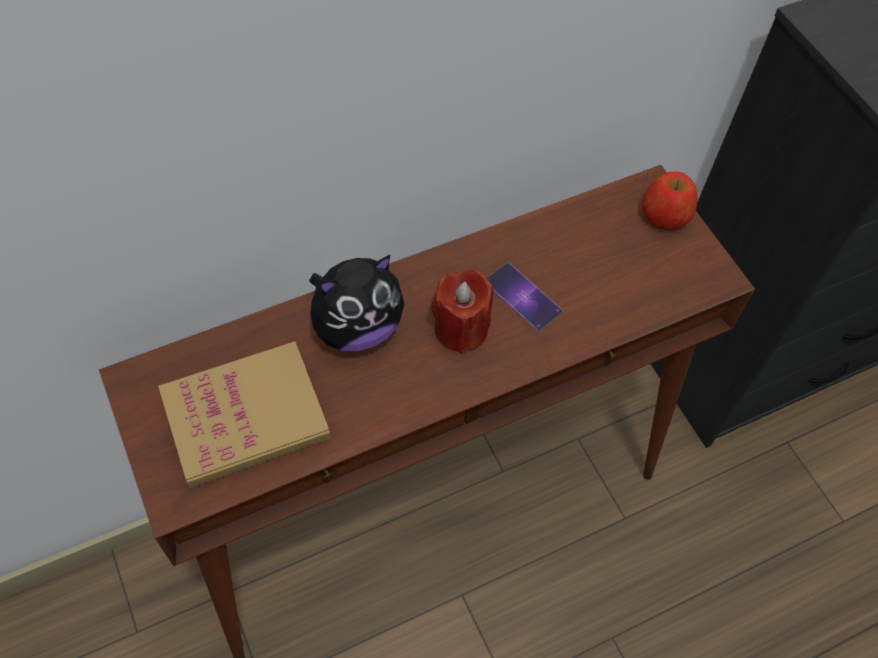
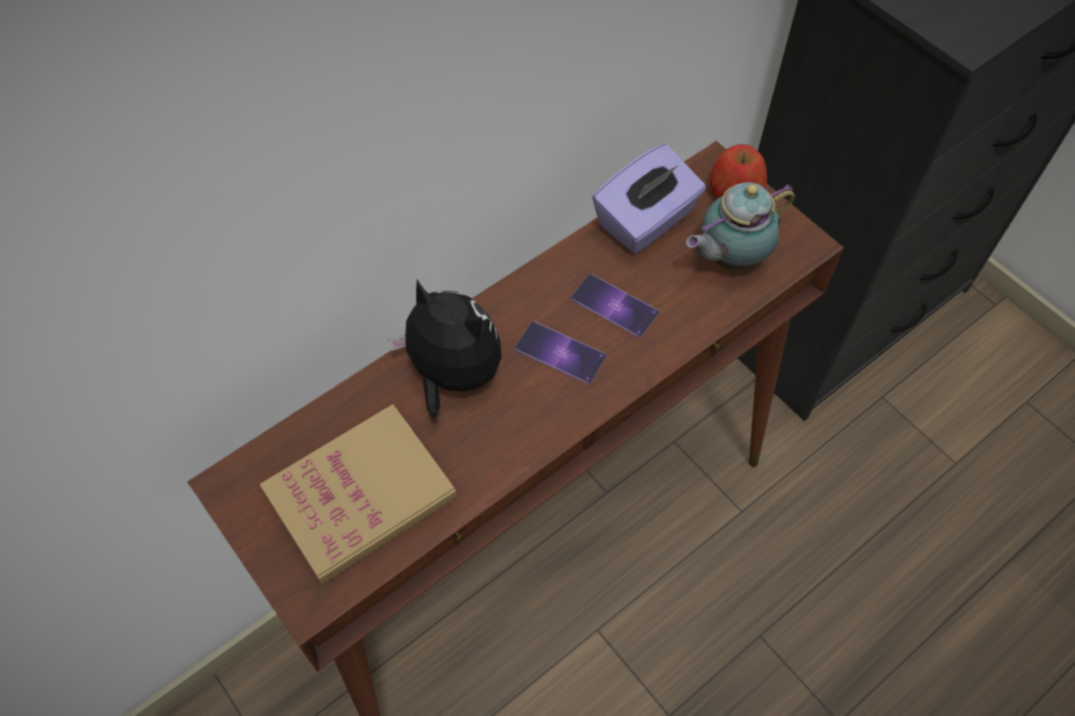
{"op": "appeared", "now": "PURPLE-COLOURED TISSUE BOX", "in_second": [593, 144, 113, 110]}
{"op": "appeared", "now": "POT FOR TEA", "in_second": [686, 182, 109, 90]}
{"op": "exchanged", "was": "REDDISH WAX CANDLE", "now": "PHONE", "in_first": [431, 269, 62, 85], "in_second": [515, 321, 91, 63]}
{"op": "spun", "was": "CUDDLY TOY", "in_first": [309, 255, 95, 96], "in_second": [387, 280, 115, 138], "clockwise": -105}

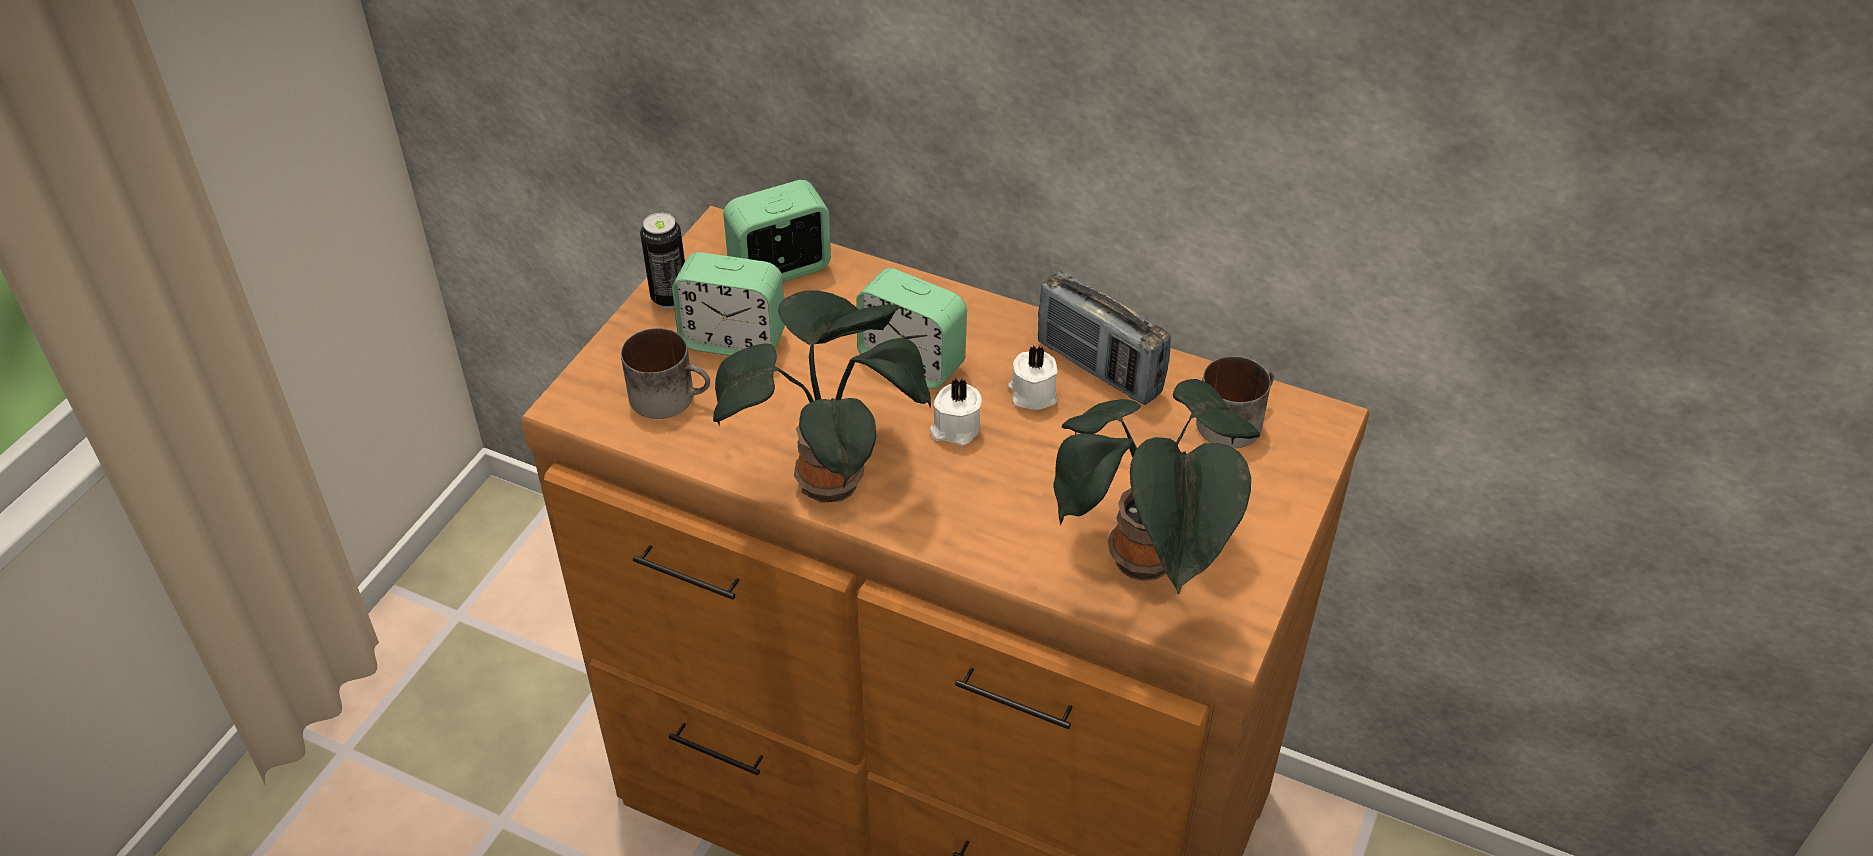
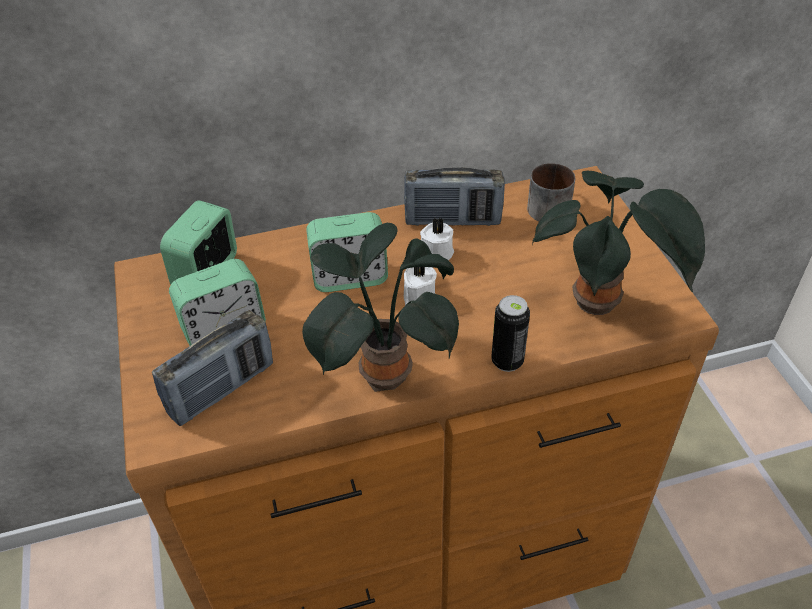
{"op": "relocated", "was": "METAL CAN", "in_first": [640, 212, 45, 96], "in_second": [491, 295, 39, 77]}
{"op": "exchanged", "was": "MUG", "now": "RADIO", "in_first": [621, 328, 89, 91], "in_second": [152, 310, 121, 116]}

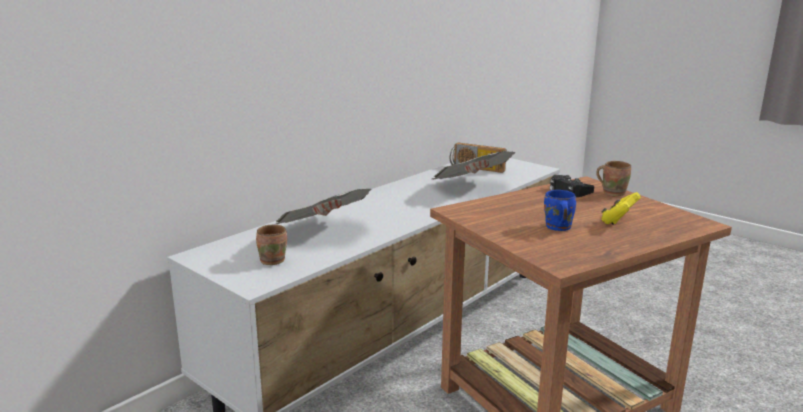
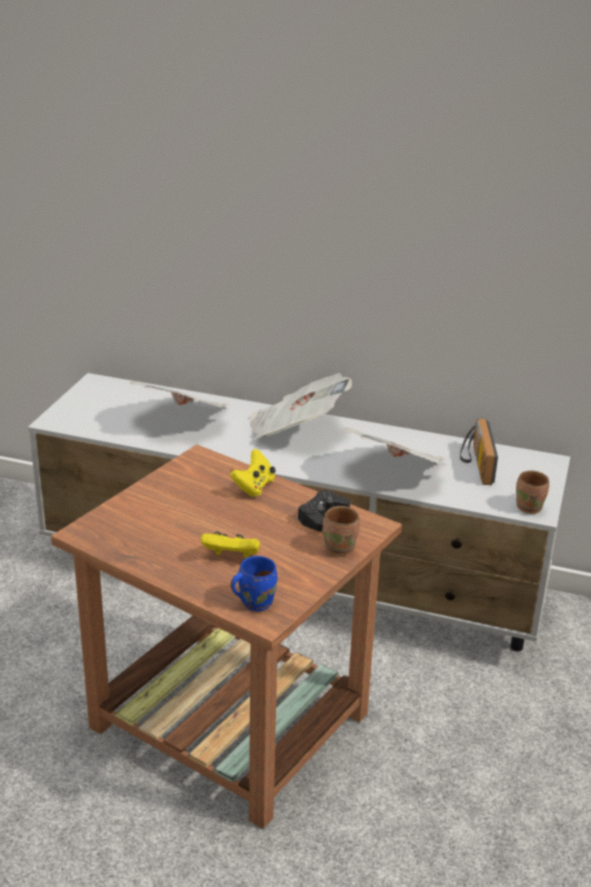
{"op": "appeared", "now": "YELLOWISH JOYPAD", "in_second": [230, 449, 46, 48]}
{"op": "appeared", "now": "PRINTED PAPER", "in_second": [249, 373, 103, 66]}
{"op": "relocated", "was": "BROWNISH MUG", "in_first": [256, 225, 31, 40], "in_second": [516, 471, 33, 43]}
{"op": "relocated", "was": "BLUE-COLOURED MUG", "in_first": [544, 190, 32, 41], "in_second": [231, 556, 47, 55]}

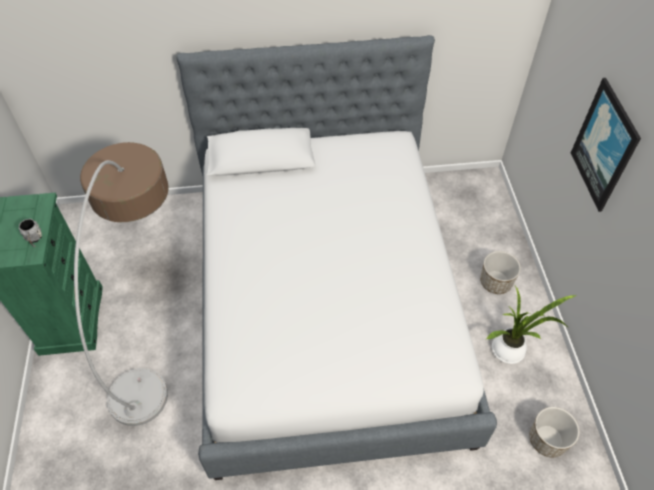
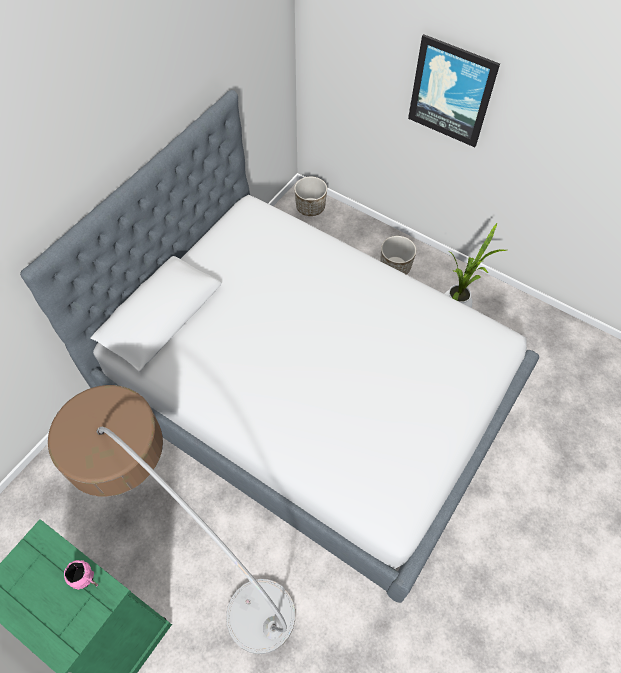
{"op": "relocated", "was": "PLANT POT", "in_first": [529, 407, 51, 50], "in_second": [294, 177, 33, 39]}
{"op": "colour", "was": "GREYISH MUG", "now": "PINKISH MUG", "in_first": [19, 219, 23, 28], "in_second": [64, 560, 34, 30]}

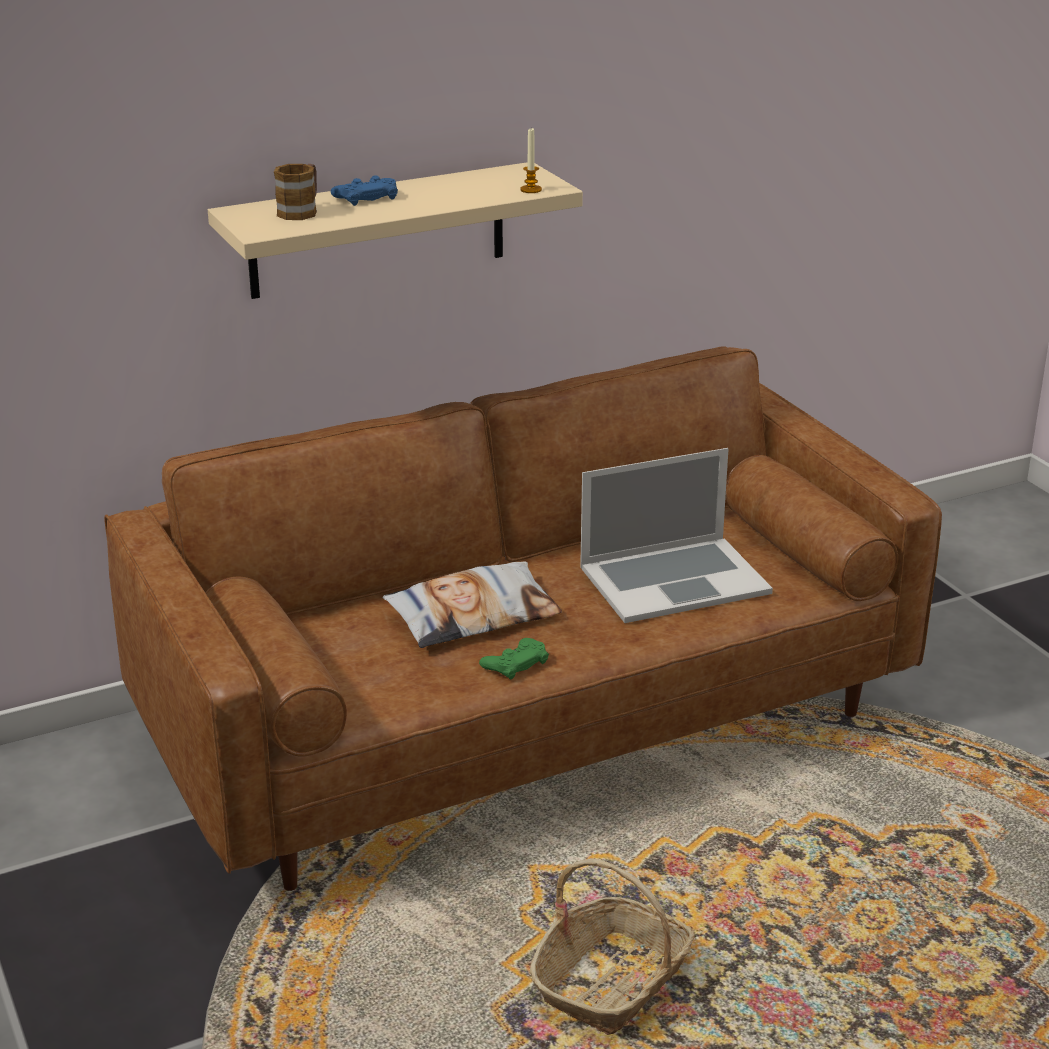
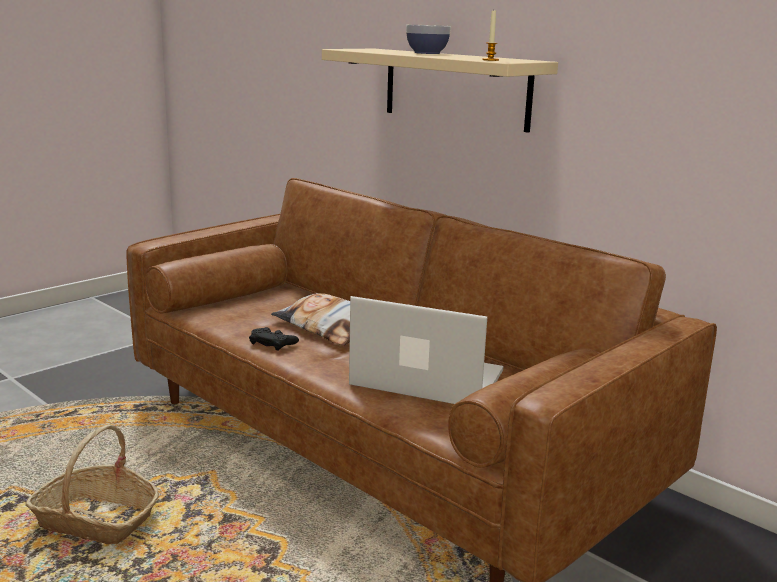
{"op": "missing", "was": "MUG", "in_first": [274, 164, 43, 56]}
{"op": "exchanged", "was": "BLUE-COLOURED JOYPAD", "now": "BOWL", "in_first": [331, 175, 67, 31], "in_second": [406, 25, 45, 29]}
{"op": "colour", "was": "GREENISH JOYPAD", "now": "BLACK JOYPAD", "in_first": [479, 638, 70, 42], "in_second": [249, 327, 50, 24]}
{"op": "spun", "was": "NOTEBOOK COMPUTER", "in_first": [580, 448, 193, 175], "in_second": [349, 296, 154, 108], "clockwise": 150}

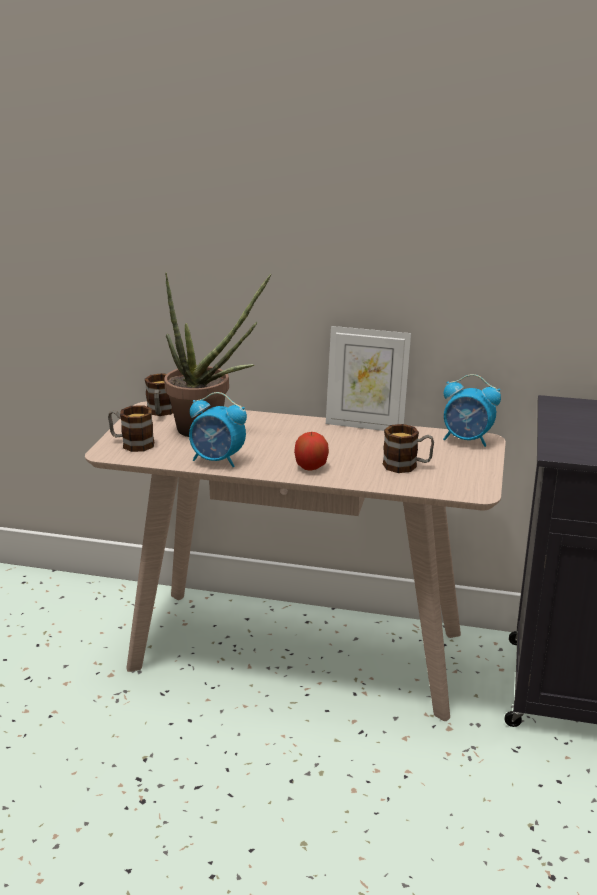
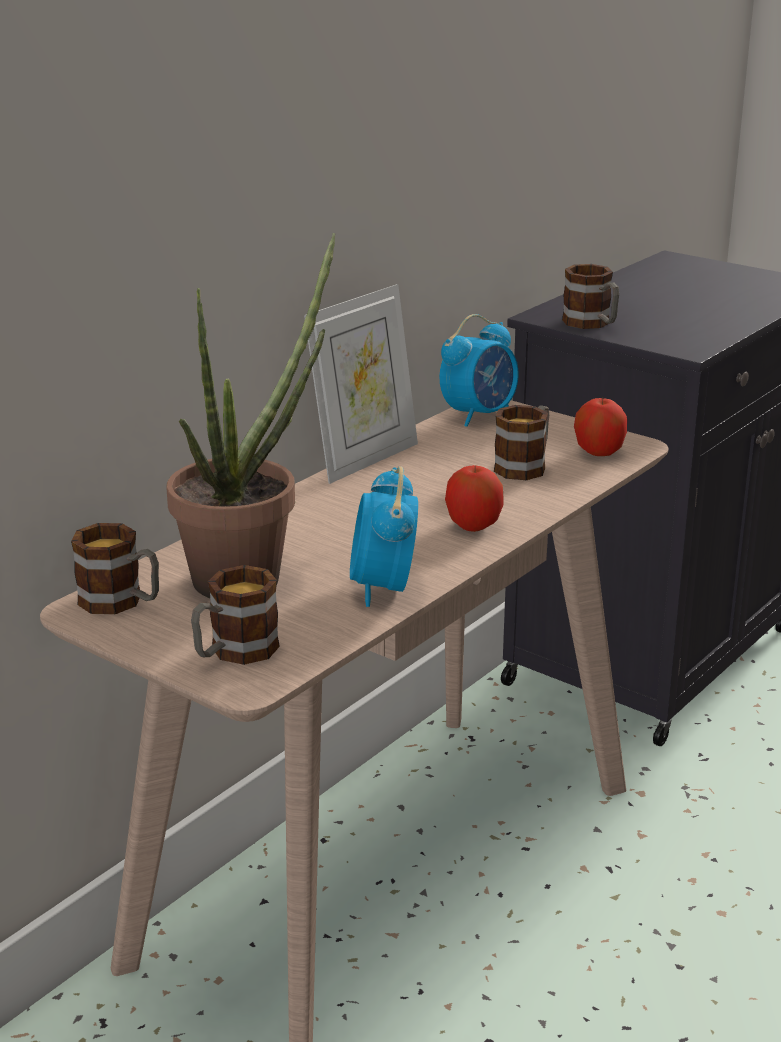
{"op": "appeared", "now": "MUG", "in_second": [562, 264, 57, 65]}
{"op": "appeared", "now": "WHOLE APPLE", "in_second": [574, 398, 53, 58]}
{"op": "spun", "was": "TABLE CLOCK", "in_first": [189, 392, 58, 75], "in_second": [350, 466, 68, 141], "clockwise": 135}

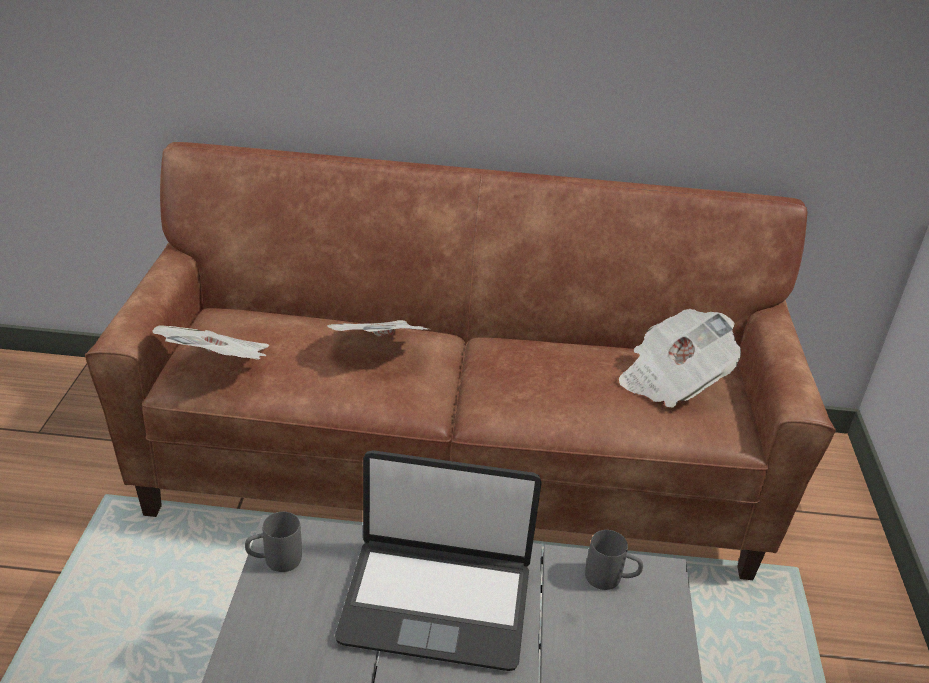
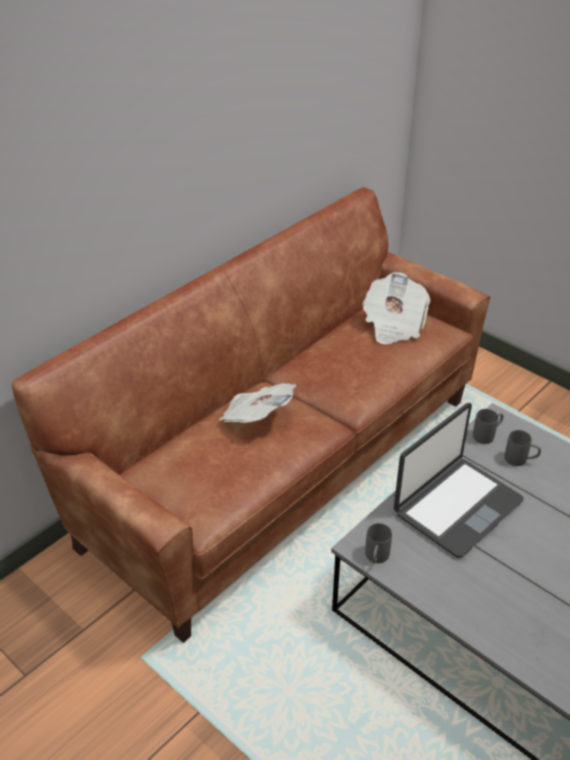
{"op": "missing", "was": "PRINTED PAPER", "in_first": [152, 326, 117, 34]}
{"op": "appeared", "now": "GREYISH MUG", "in_second": [504, 430, 37, 36]}

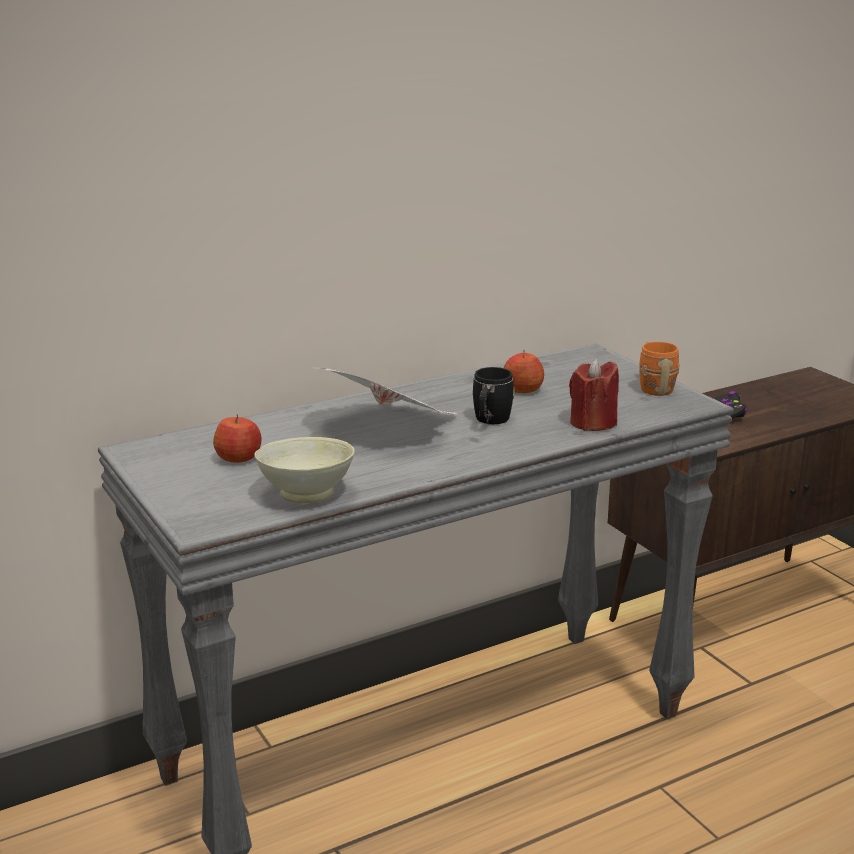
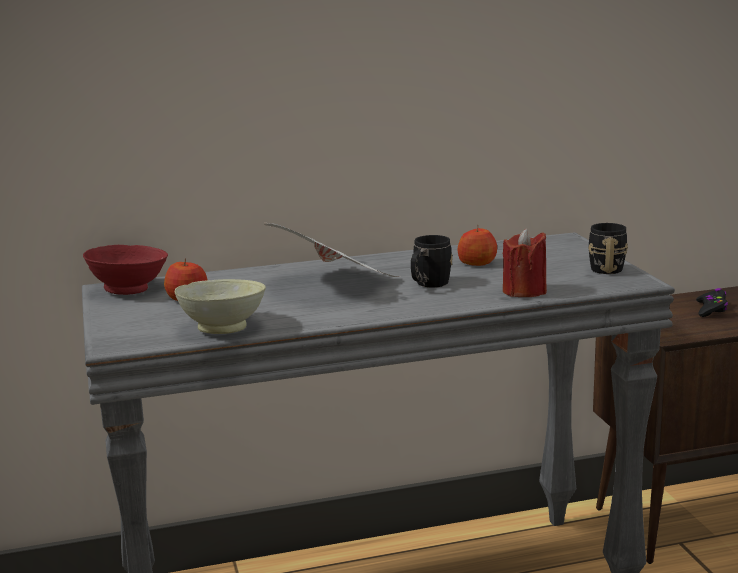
{"op": "appeared", "now": "REDDISH BOWL", "in_second": [83, 245, 85, 50]}
{"op": "colour", "was": "ORANGEY MUG", "now": "BLACK MUG", "in_first": [639, 342, 41, 54], "in_second": [588, 223, 40, 51]}

